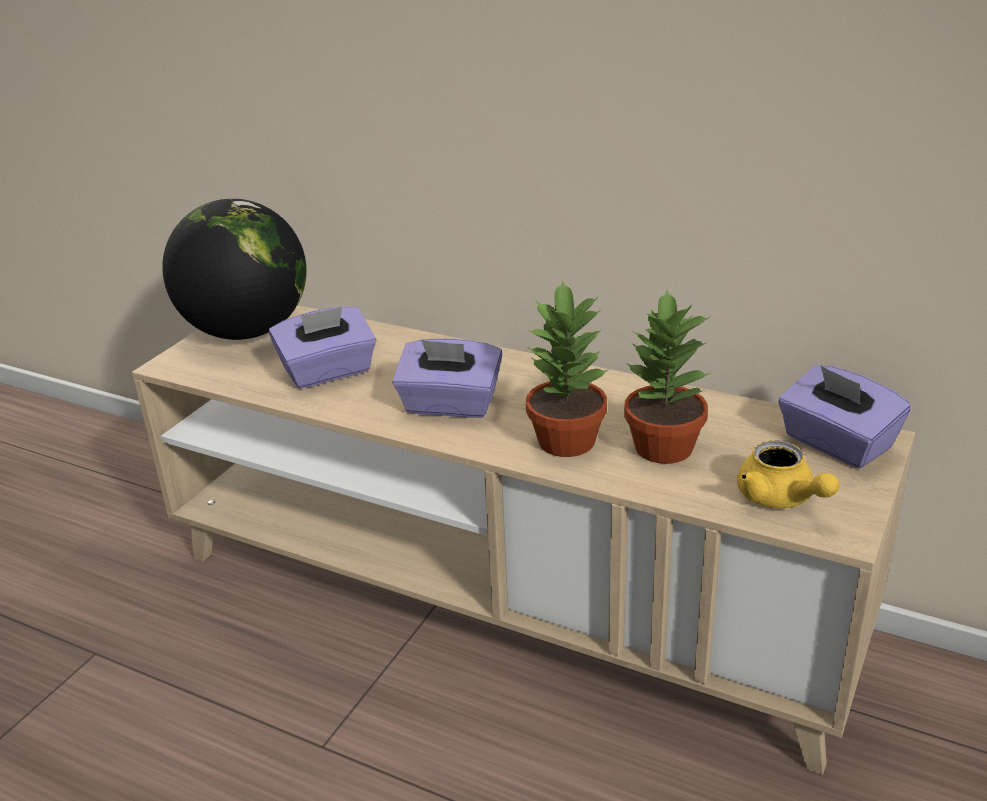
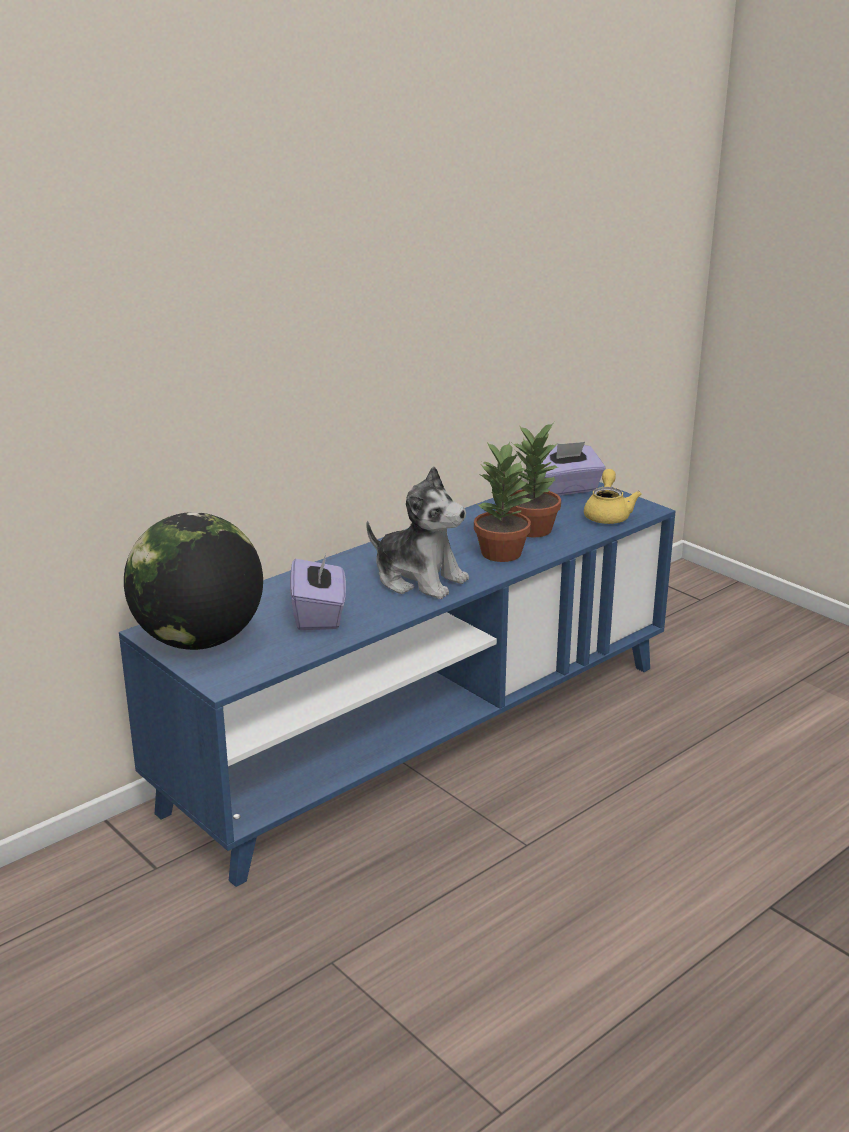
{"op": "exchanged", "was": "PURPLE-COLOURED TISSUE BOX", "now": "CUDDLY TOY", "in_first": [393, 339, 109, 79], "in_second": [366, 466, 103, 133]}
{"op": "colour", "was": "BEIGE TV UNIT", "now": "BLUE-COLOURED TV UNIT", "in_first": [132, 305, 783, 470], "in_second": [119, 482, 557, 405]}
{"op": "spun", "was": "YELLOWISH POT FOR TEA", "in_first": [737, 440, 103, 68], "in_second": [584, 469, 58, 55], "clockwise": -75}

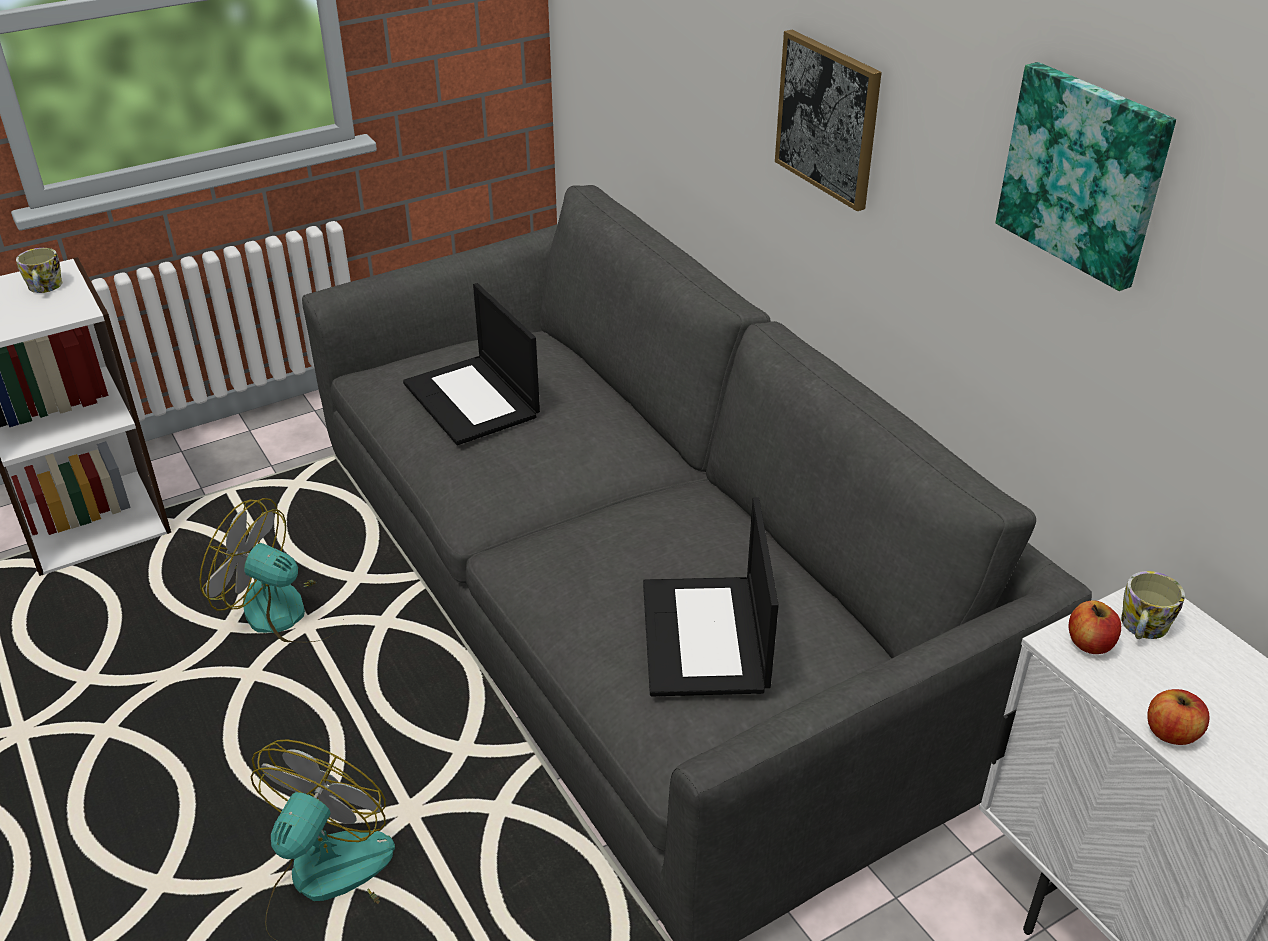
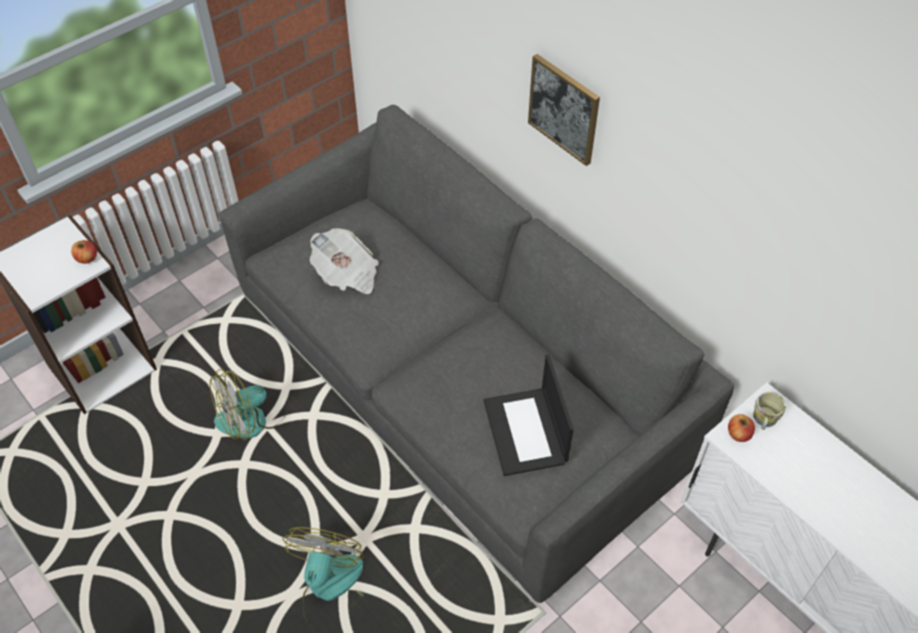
{"op": "missing", "was": "MUG", "in_first": [16, 248, 46, 45]}
{"op": "missing", "was": "WALL ART", "in_first": [996, 62, 180, 229]}
{"op": "relocated", "was": "WHOLE APPLE", "in_first": [1147, 689, 62, 56], "in_second": [71, 240, 26, 24]}
{"op": "exchanged", "was": "NOTEBOOK COMPUTER", "now": "PRINTED PAPER", "in_first": [403, 283, 137, 162], "in_second": [309, 228, 70, 66]}
{"op": "spun", "was": "ELECTRIC FAN", "in_first": [199, 498, 131, 144], "in_second": [210, 369, 78, 71], "clockwise": -45}

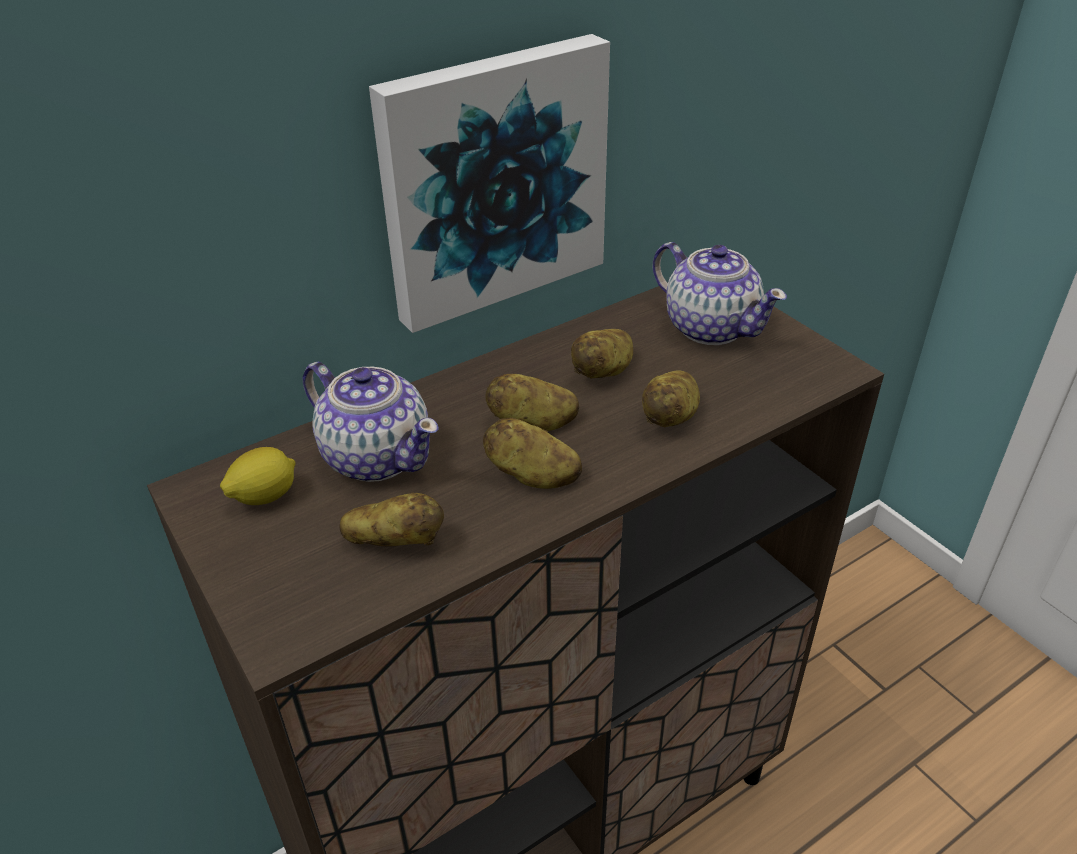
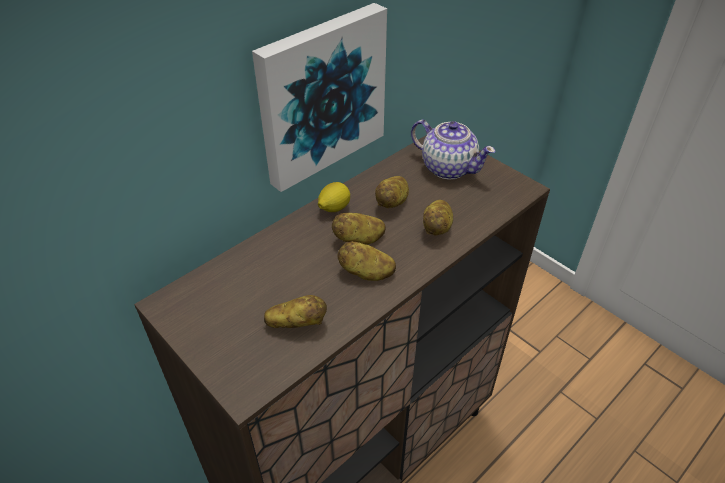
{"op": "missing", "was": "POT FOR TEA", "in_first": [303, 362, 135, 120]}
{"op": "relocated", "was": "LEMON", "in_first": [220, 447, 76, 58], "in_second": [318, 182, 32, 30]}

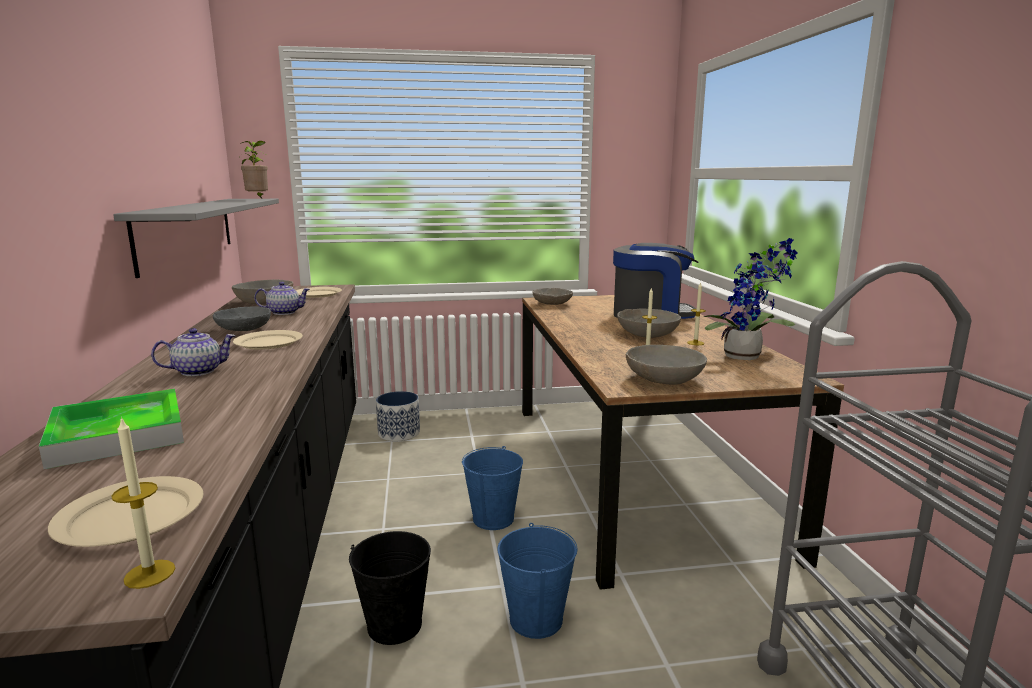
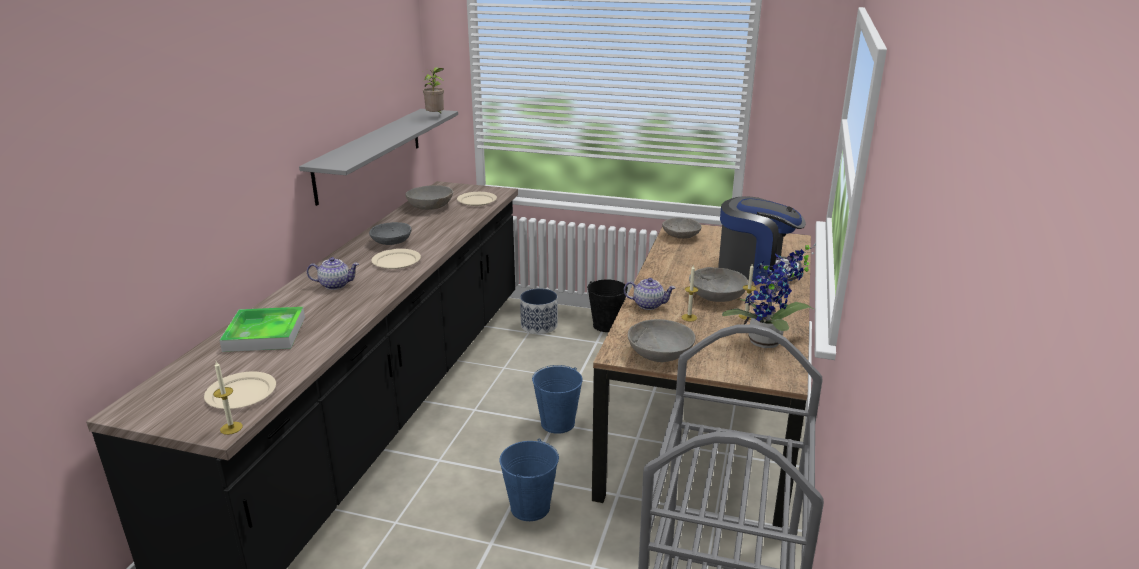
{"op": "relocated", "was": "POT FOR TEA", "in_first": [254, 282, 56, 33], "in_second": [624, 278, 52, 32]}
{"op": "relocated", "was": "BLACK PAIL", "in_first": [349, 531, 82, 114], "in_second": [587, 280, 41, 52]}

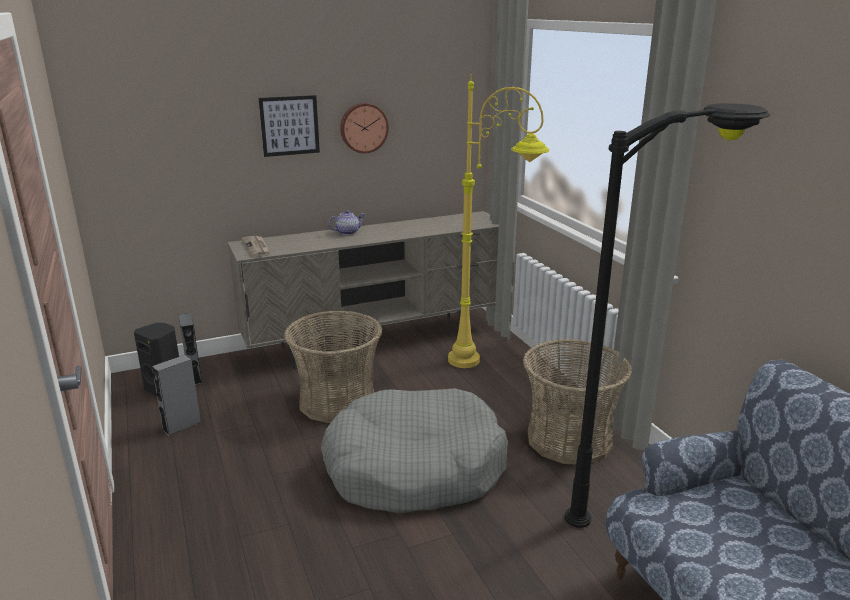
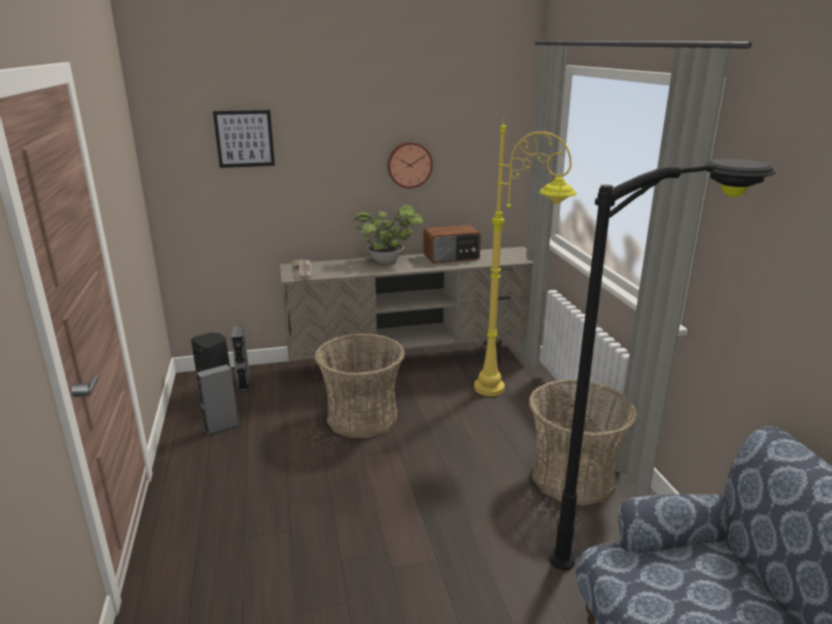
{"op": "missing", "was": "GREYISH DOG CUSHION", "in_first": [321, 388, 187, 126]}
{"op": "appeared", "now": "RADIO", "in_second": [423, 225, 58, 39]}
{"op": "relocated", "was": "WALL ART", "in_first": [259, 95, 61, 62], "in_second": [213, 110, 62, 58]}
{"op": "exchanged", "was": "POT FOR TEA", "now": "POTTED PLANT", "in_first": [328, 210, 37, 25], "in_second": [354, 205, 70, 58]}

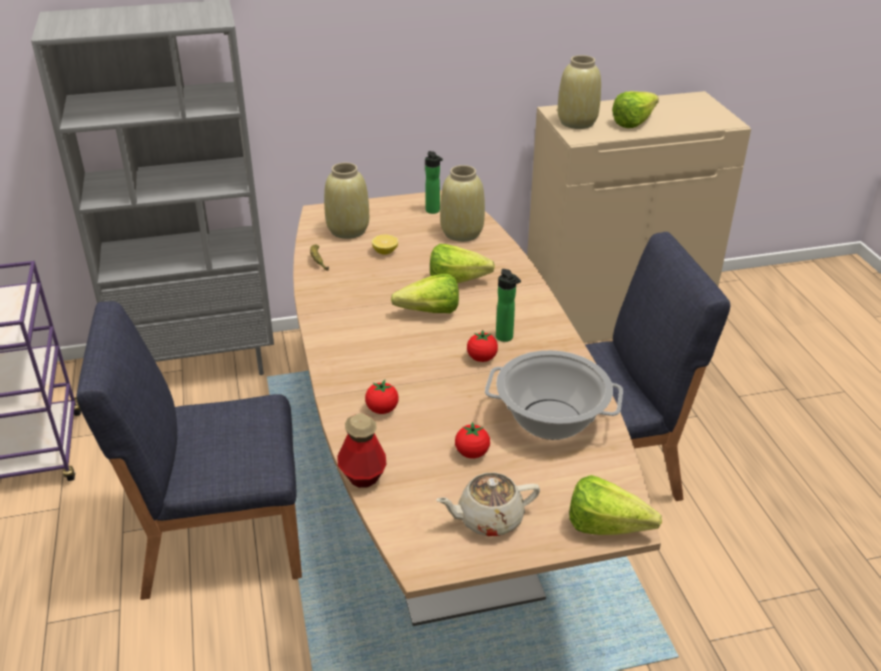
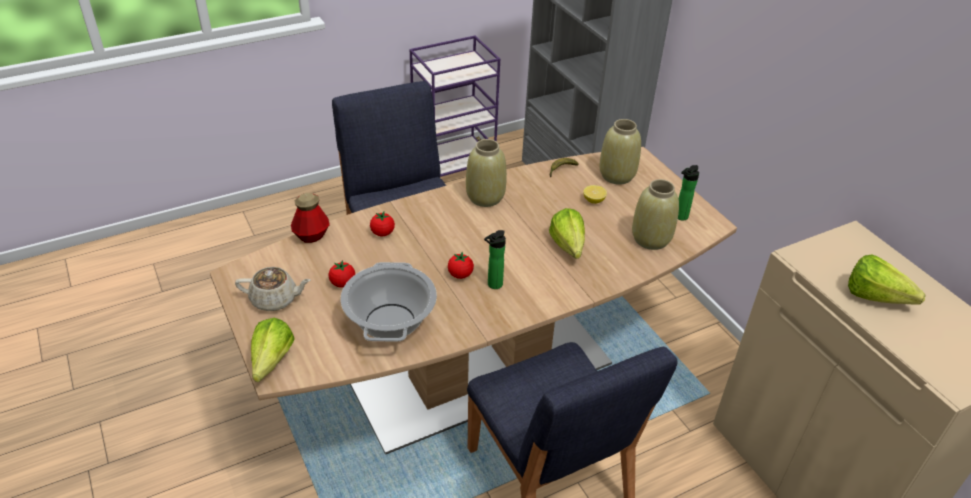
{"op": "missing", "was": "LETTUCE", "in_first": [391, 274, 68, 39]}
{"op": "relocated", "was": "BEIGE FLOWER VASE", "in_first": [558, 55, 43, 74], "in_second": [466, 139, 41, 68]}
{"op": "spun", "was": "BEIGE POT FOR TEA", "in_first": [436, 472, 104, 64], "in_second": [235, 267, 76, 44], "clockwise": 120}

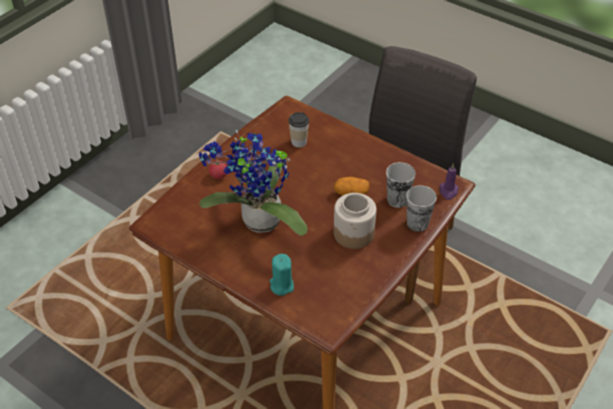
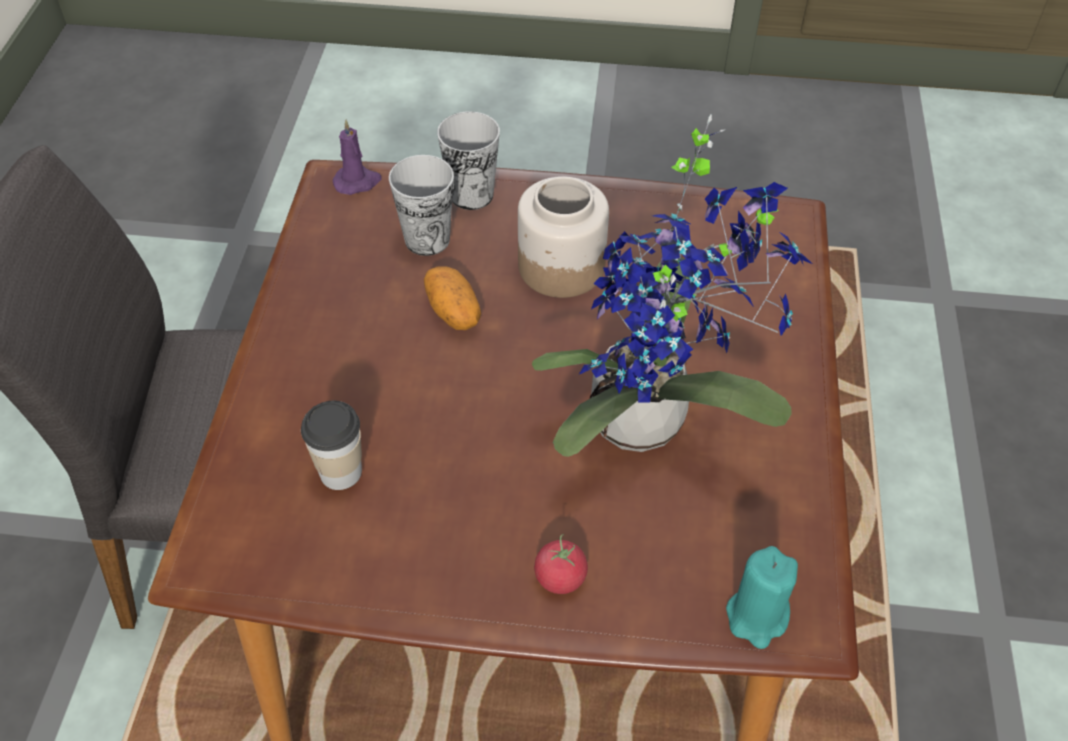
{"op": "relocated", "was": "TURQUOISE-COLOURED WAX CANDLE", "in_first": [270, 254, 24, 42], "in_second": [726, 546, 72, 103]}

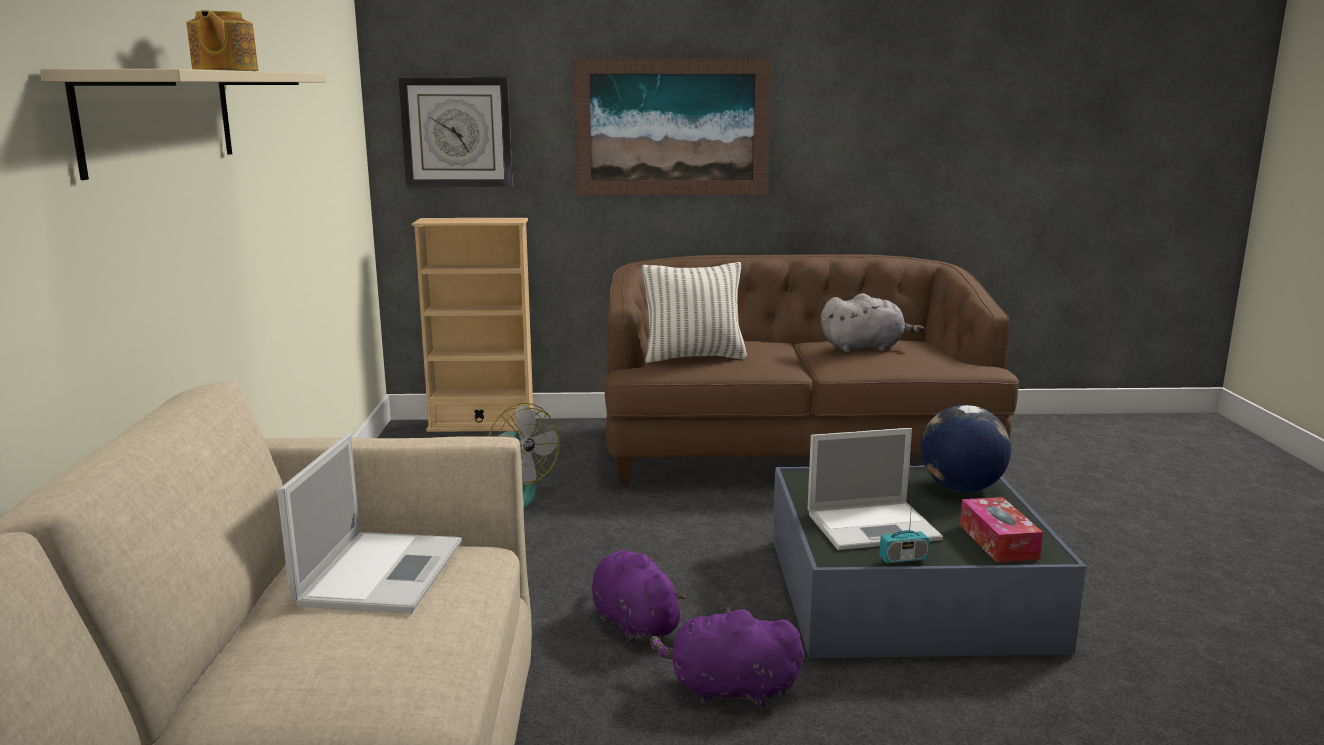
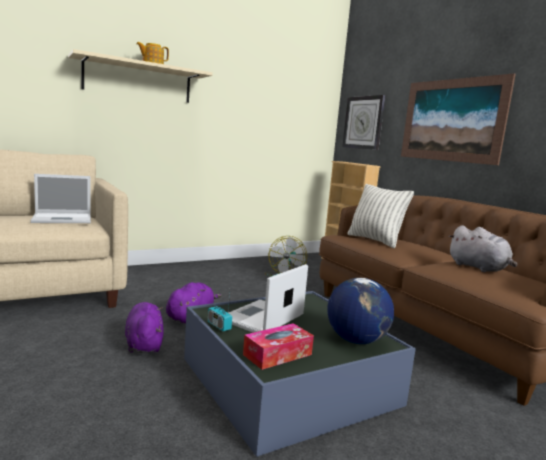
{"op": "spun", "was": "NOTEBOOK COMPUTER", "in_first": [808, 428, 135, 122], "in_second": [228, 264, 80, 69], "clockwise": 75}

